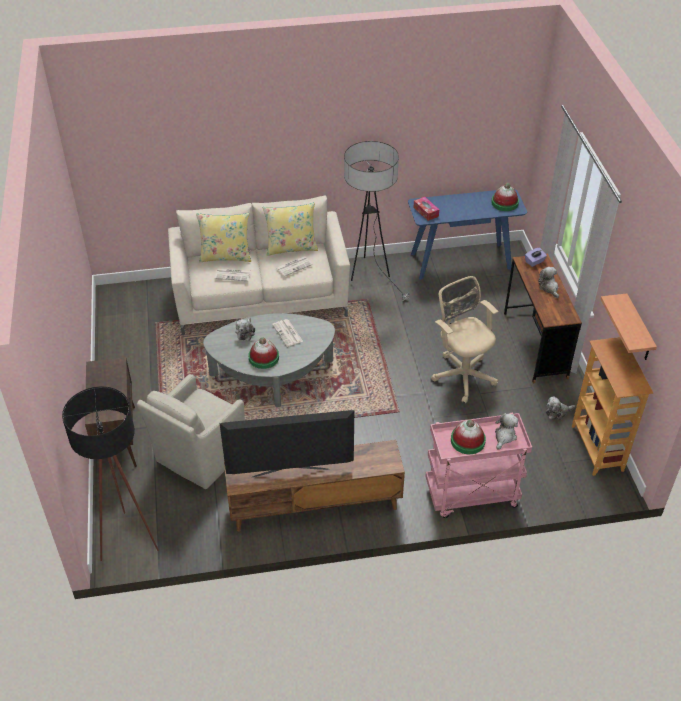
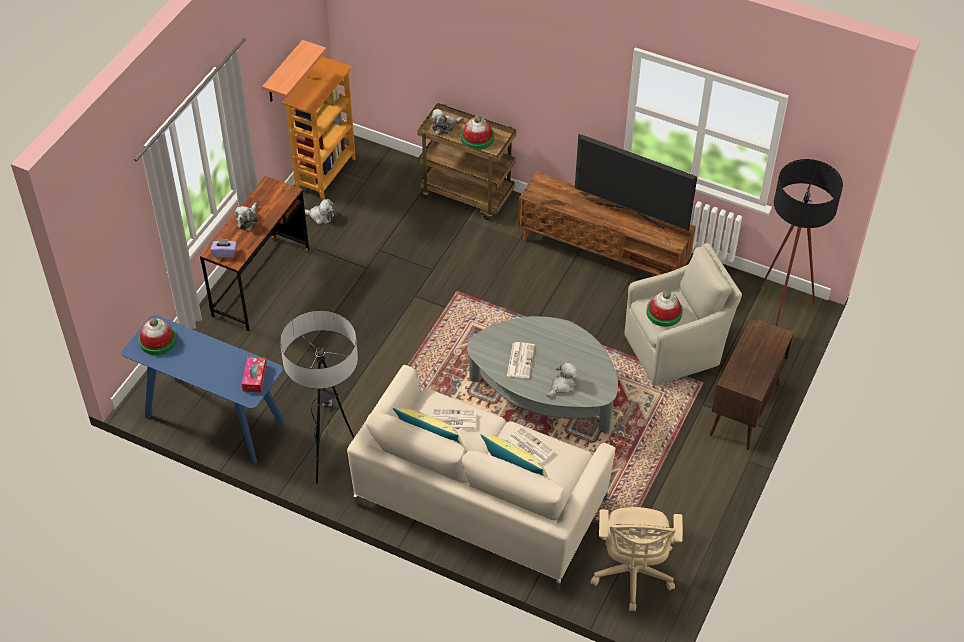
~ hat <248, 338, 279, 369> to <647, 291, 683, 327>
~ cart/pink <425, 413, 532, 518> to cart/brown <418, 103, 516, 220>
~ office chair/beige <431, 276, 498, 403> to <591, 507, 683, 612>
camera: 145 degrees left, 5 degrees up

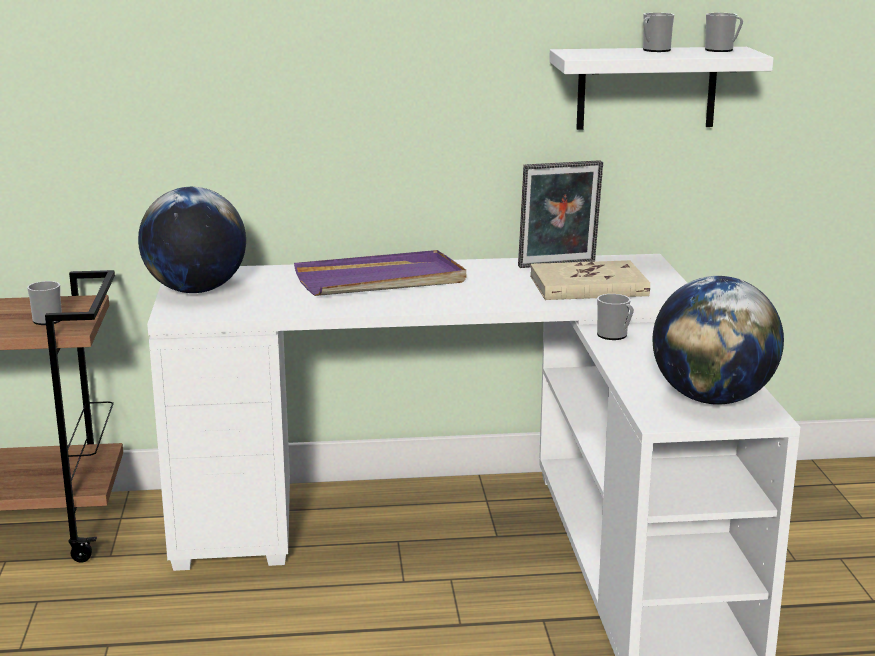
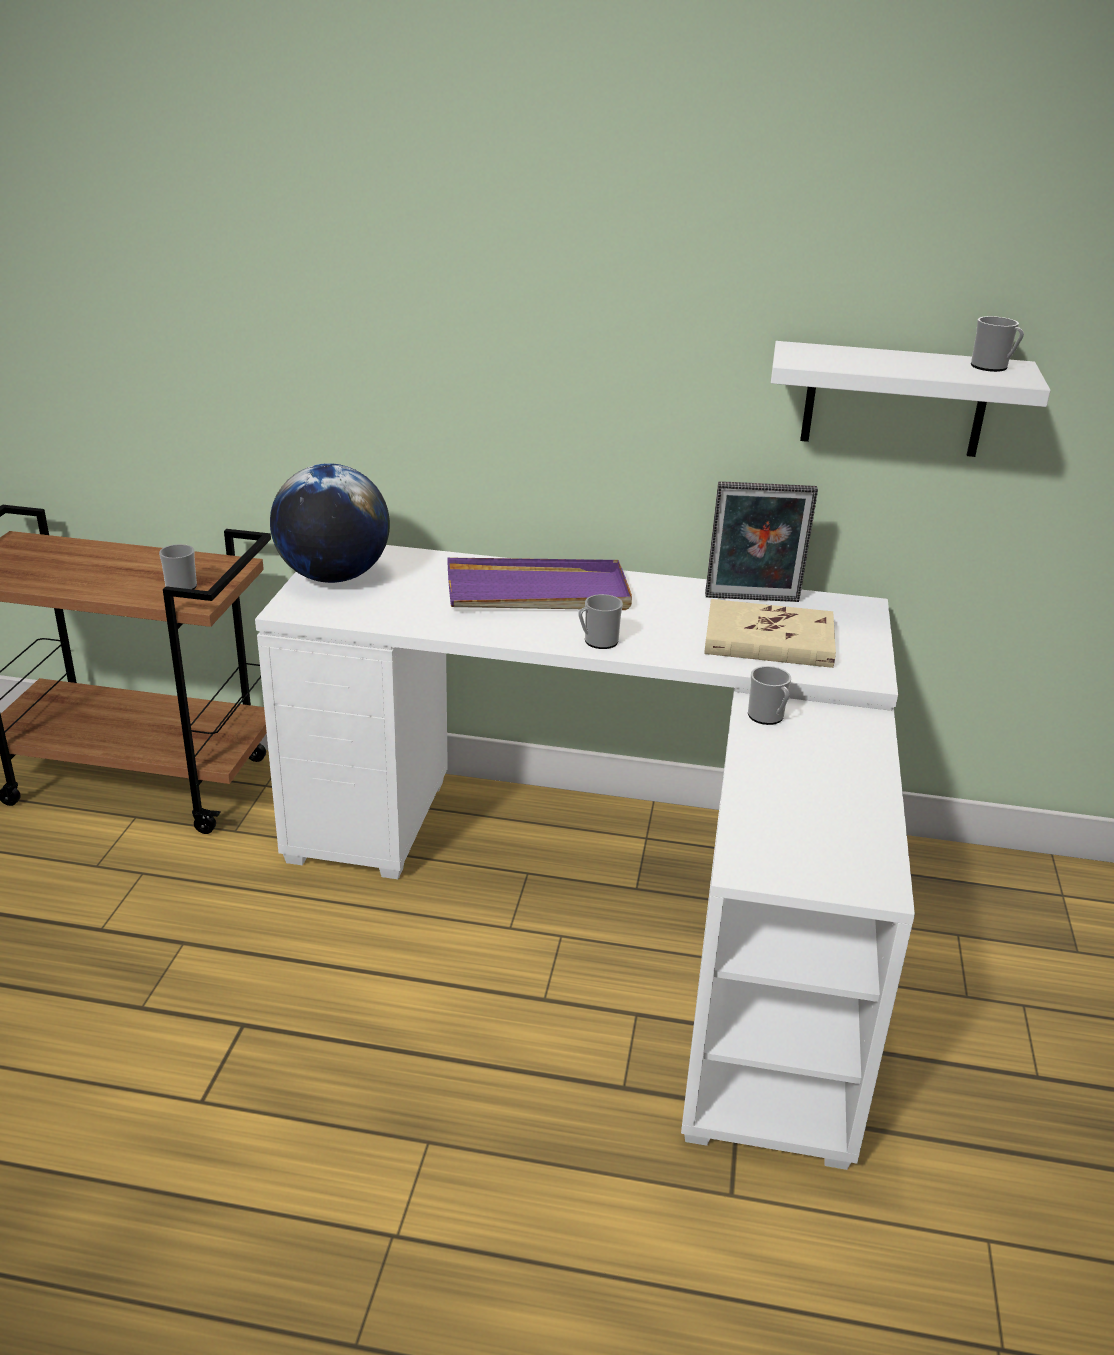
~ mug <643, 13, 674, 52> to <578, 594, 623, 649>
- globe <653, 276, 784, 405>
camera: 15 degrees right, 10 degrees up

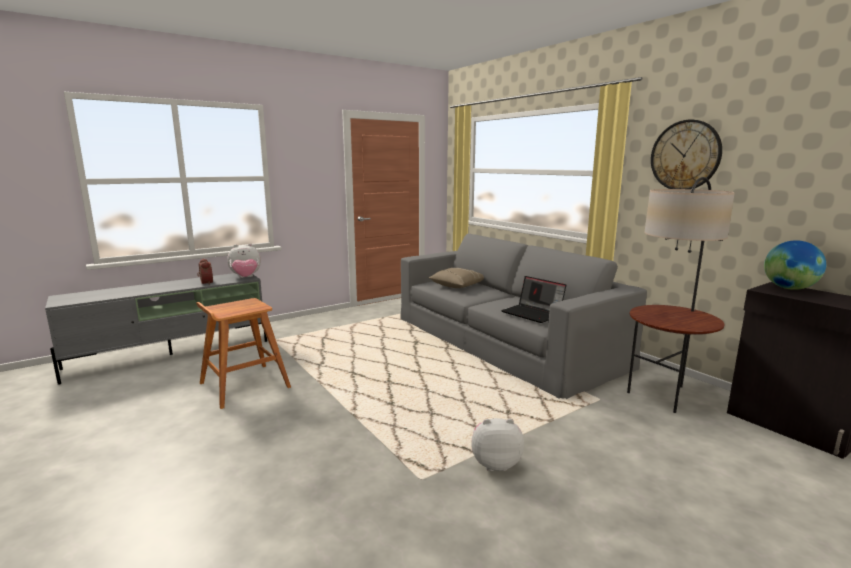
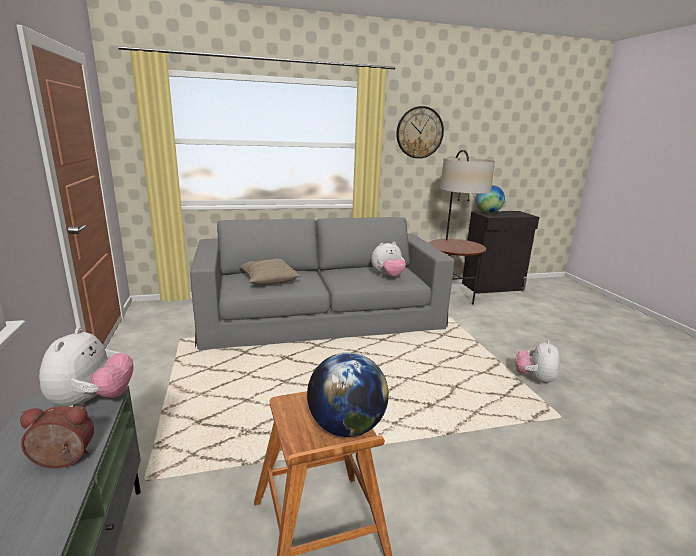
~ laptop <501, 276, 566, 323> to plush toy <371, 242, 406, 277>
+ globe <307, 352, 389, 437>
camera: 70 degrees left, 5 degrees up

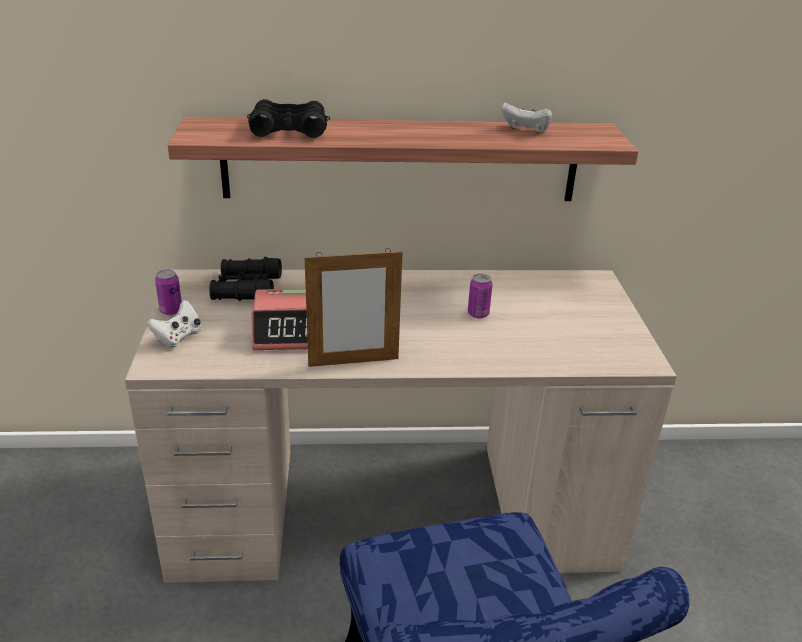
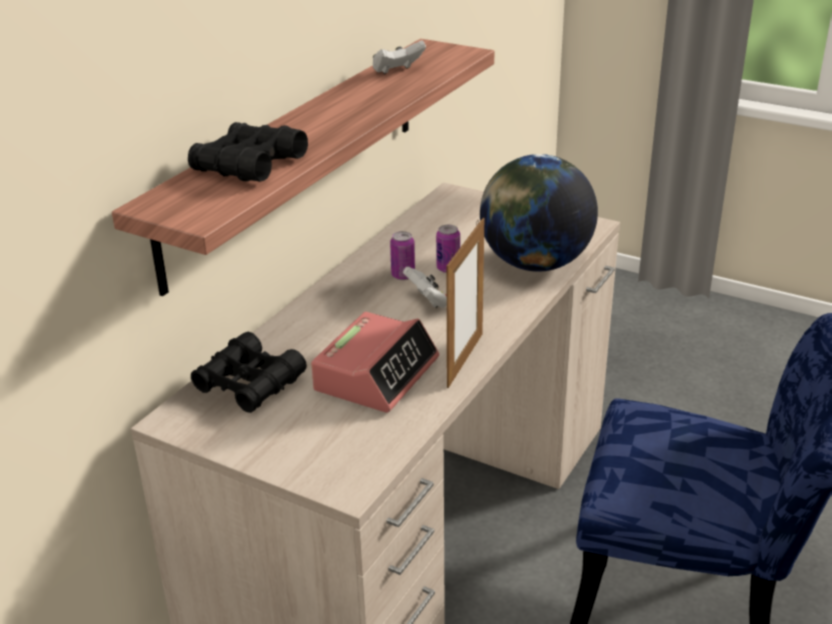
~ game controller/white <147, 300, 201, 347> to <403, 267, 447, 308>
~ can <155, 270, 182, 315> to <390, 231, 415, 280>
+ globe <480, 154, 598, 272>
camera: 55 degrees left, 0 degrees up

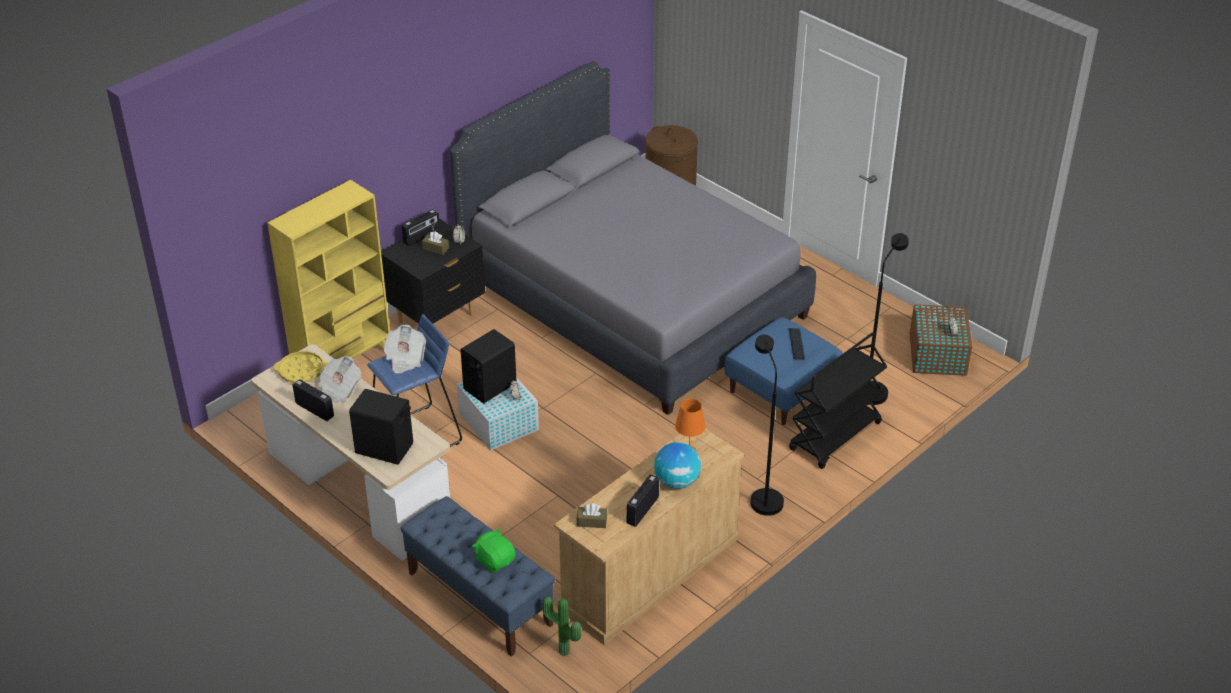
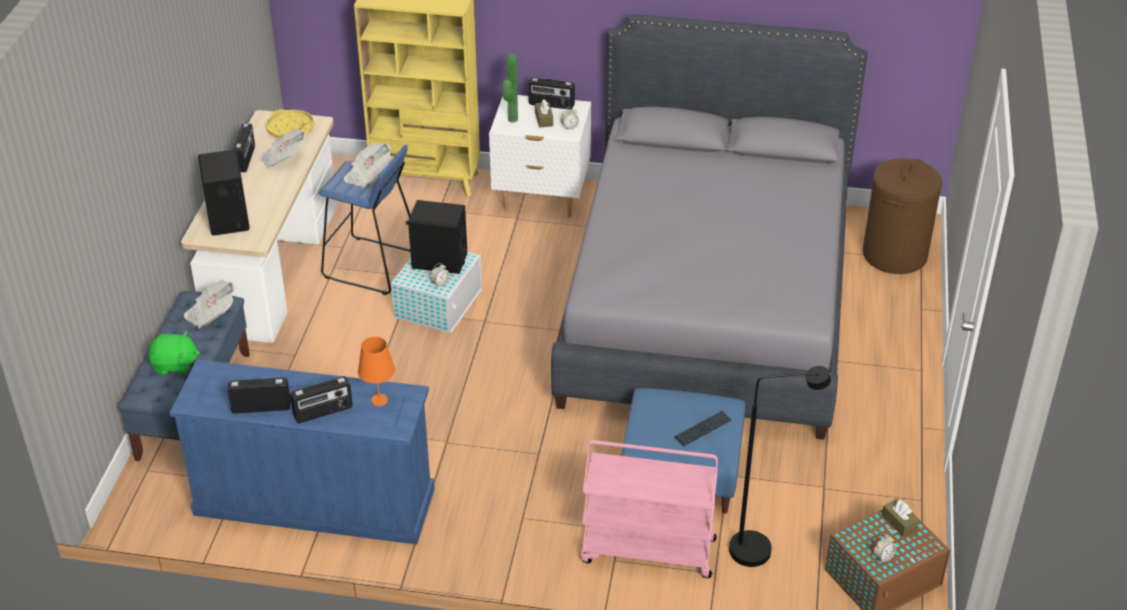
~ nightstand/black <381, 219, 485, 324> to nightstand/white <489, 95, 591, 217>
~ plush toy/green <472, 528, 515, 573> = <149, 331, 200, 375> 75 degrees clockwise
~ potted plant <543, 597, 582, 656> to <502, 54, 518, 123>
~ dresser/beige <554, 428, 745, 645> to dresser/blue <170, 359, 434, 545>
~ tissue box/brown <577, 504, 607, 528> to <882, 499, 919, 537>
~ globe <654, 442, 701, 489> to radio <290, 376, 353, 423>
- floor lamp/black <750, 334, 784, 516>
~ cart/black <789, 333, 887, 469> to cart/pink <580, 440, 718, 578>
+ newspaper <184, 279, 236, 329>
camera: 55 degrees right, 0 degrees up

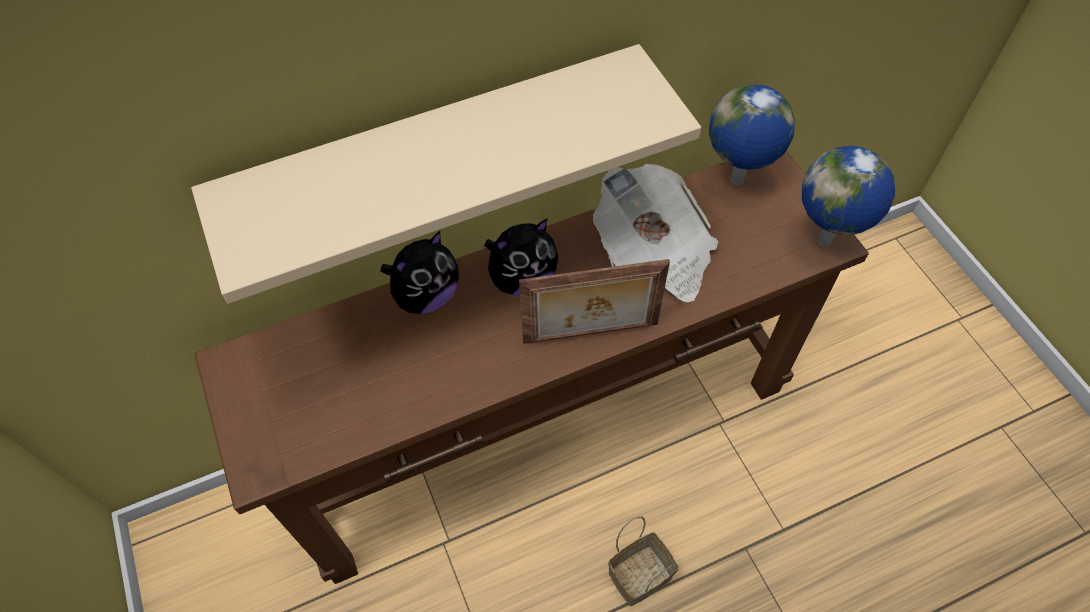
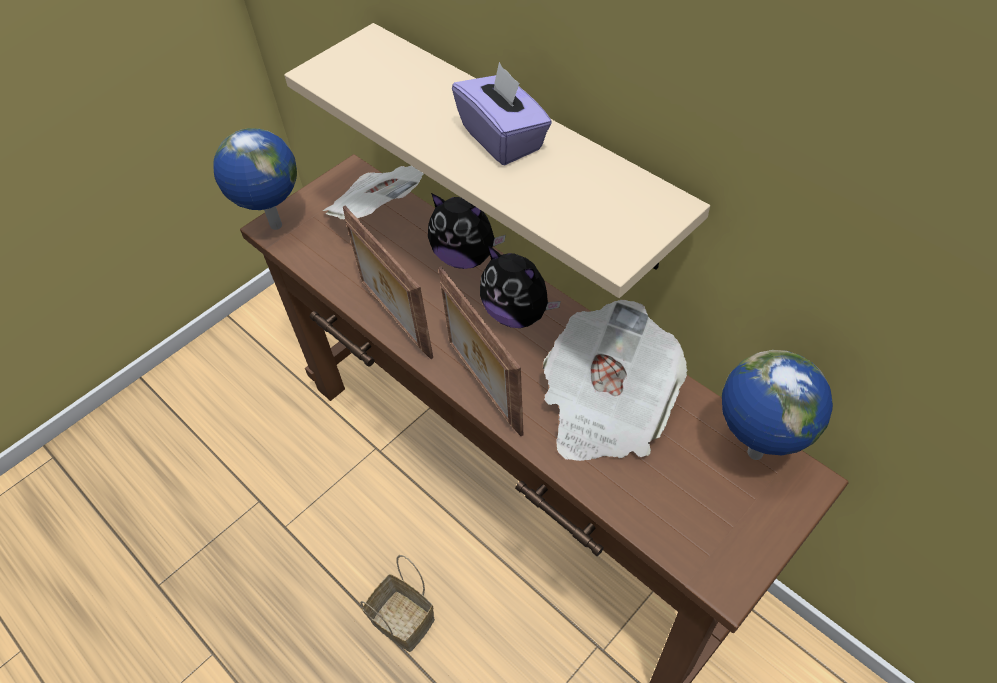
~ globe <802, 146, 895, 247> to <213, 128, 297, 230>
+ newspaper <323, 166, 424, 220>
+ picture frame <343, 206, 433, 359>
+ tissue box/purple <452, 62, 552, 165>
camera: 70 degrees right, 5 degrees down

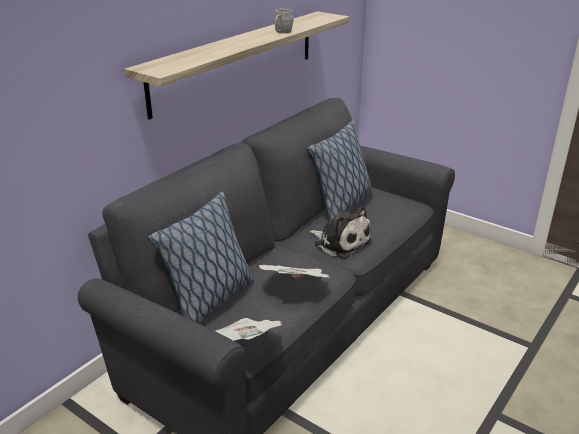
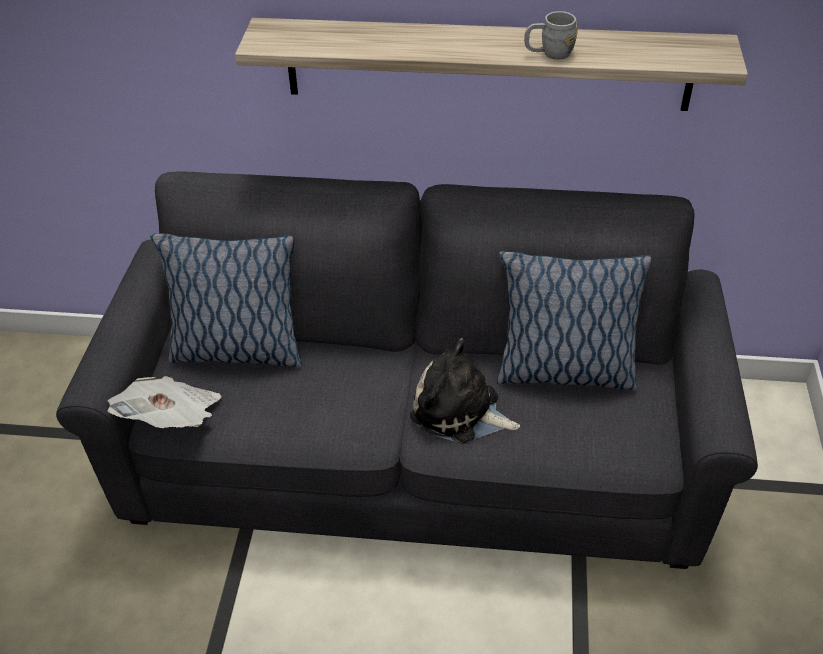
- newspaper <259, 265, 331, 278>
~ plush toy <309, 206, 372, 259> = <410, 337, 520, 443> 105 degrees clockwise
camera: 60 degrees right, 15 degrees up

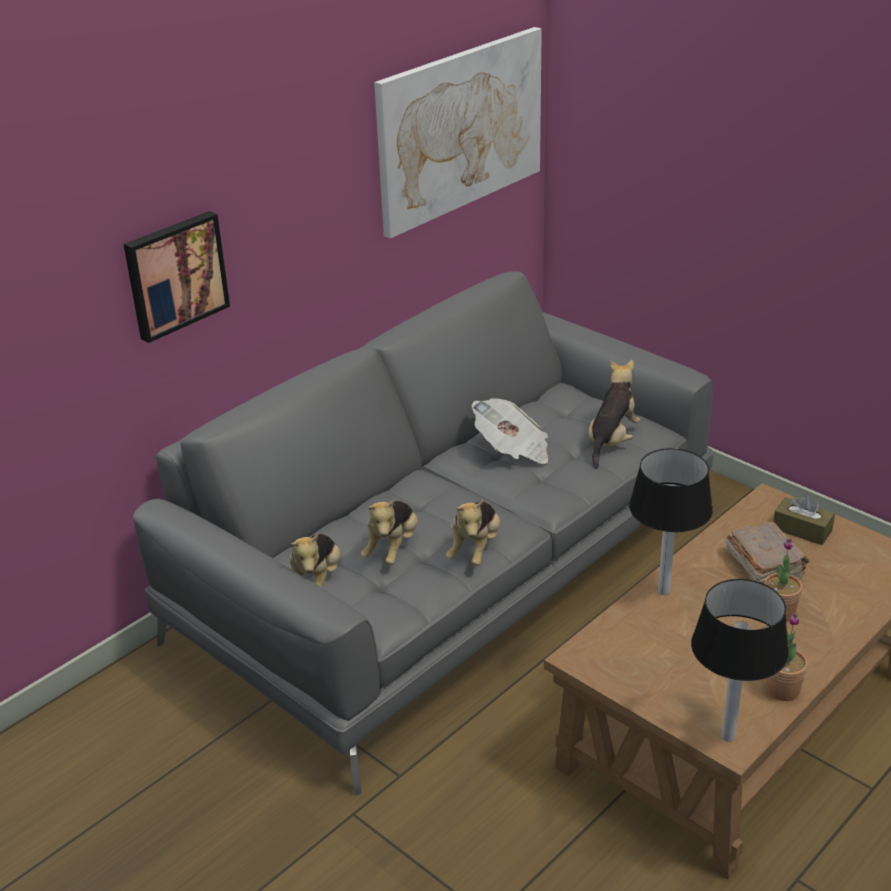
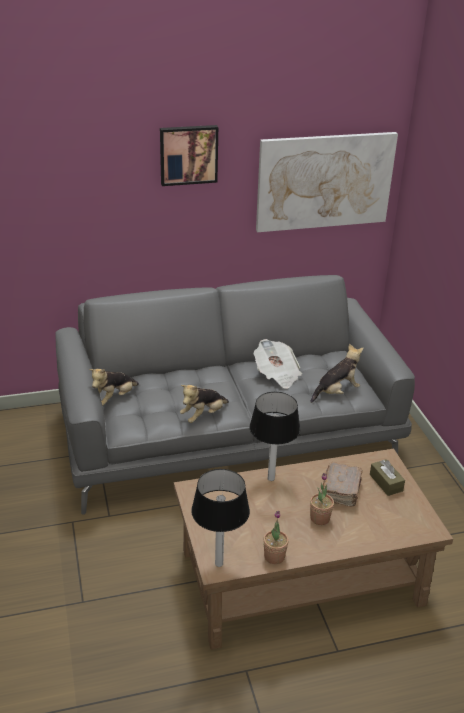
~ picture <123, 211, 230, 343> to <160, 125, 218, 186>
- plush toy <361, 499, 418, 565>
camera: 30 degrees right, 0 degrees up

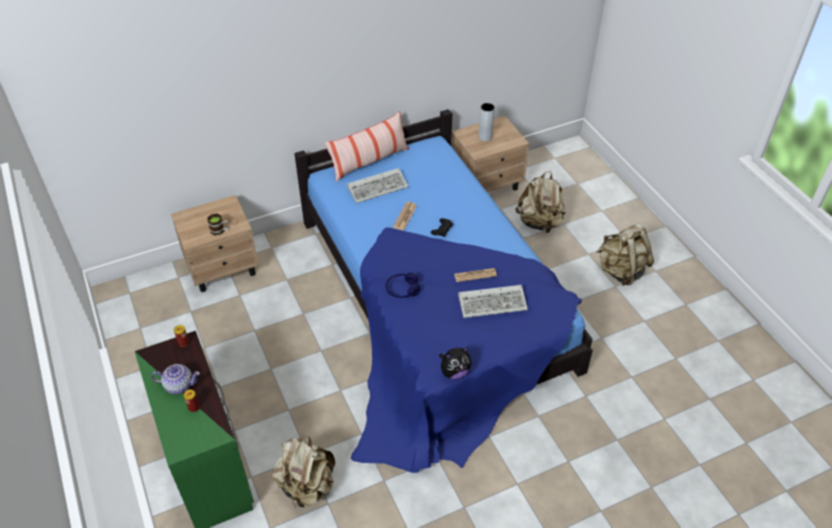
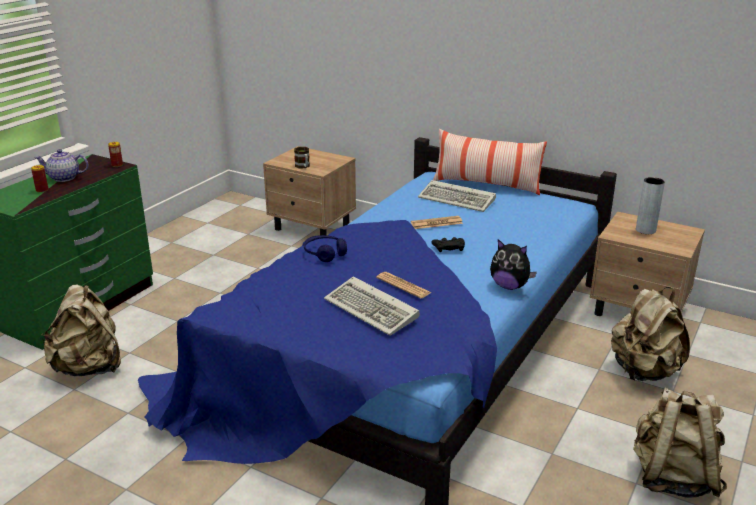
~ teapot <151, 364, 200, 395> = <34, 149, 88, 182> 120 degrees clockwise
~ plush toy <439, 347, 472, 379> to <490, 239, 537, 290>
camera: 55 degrees right, 20 degrees down

